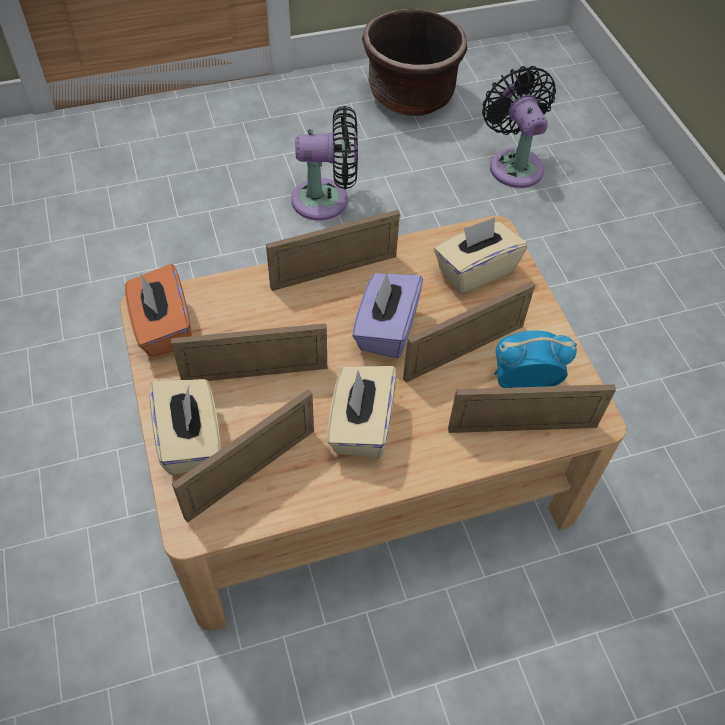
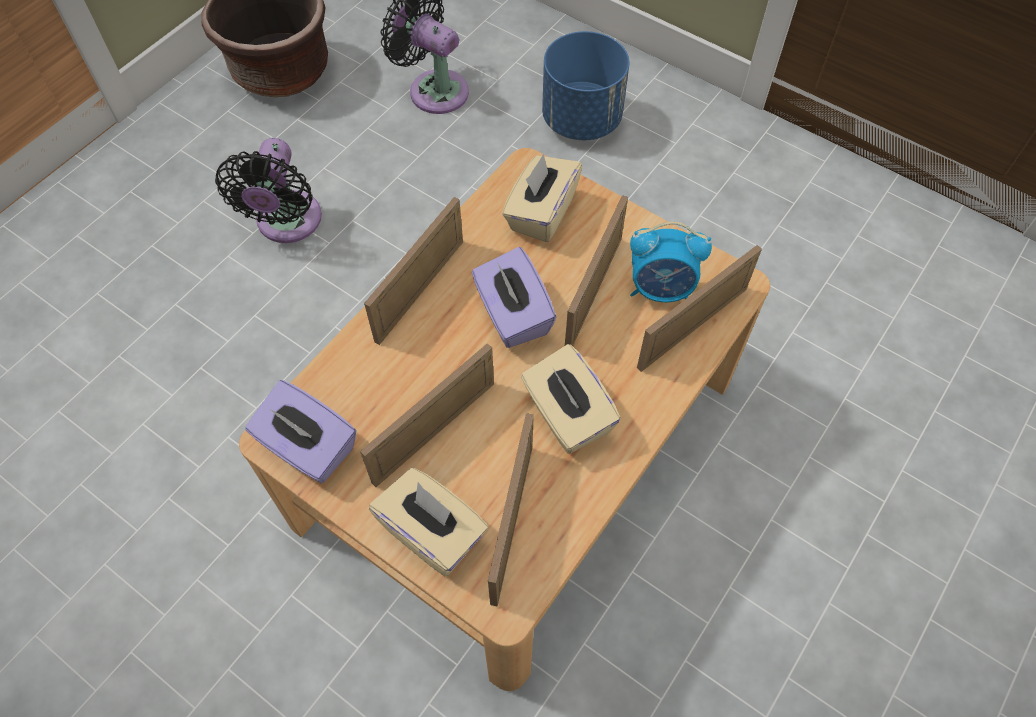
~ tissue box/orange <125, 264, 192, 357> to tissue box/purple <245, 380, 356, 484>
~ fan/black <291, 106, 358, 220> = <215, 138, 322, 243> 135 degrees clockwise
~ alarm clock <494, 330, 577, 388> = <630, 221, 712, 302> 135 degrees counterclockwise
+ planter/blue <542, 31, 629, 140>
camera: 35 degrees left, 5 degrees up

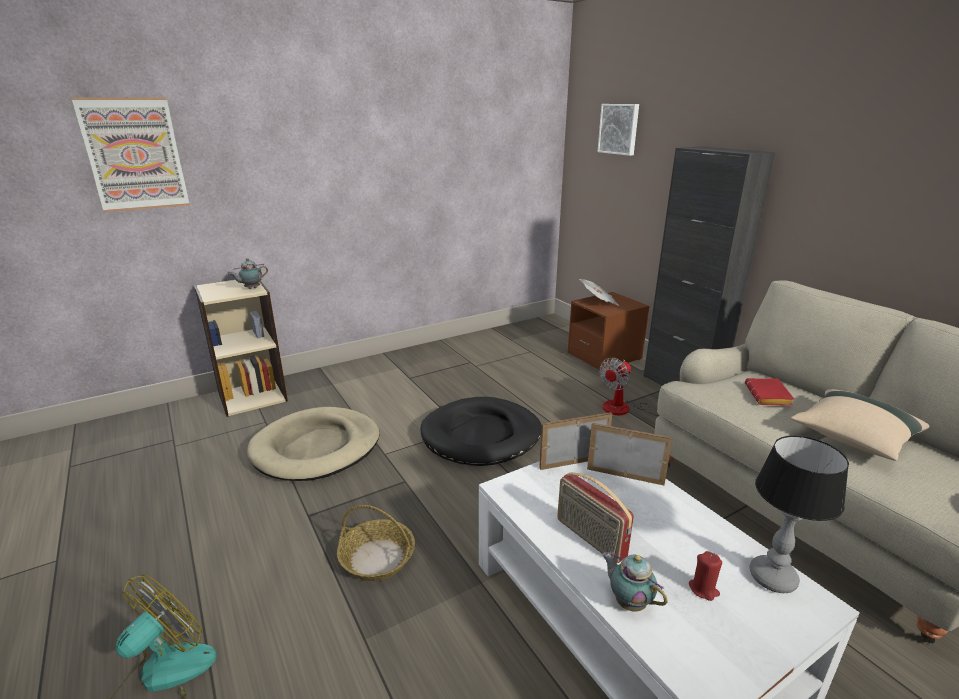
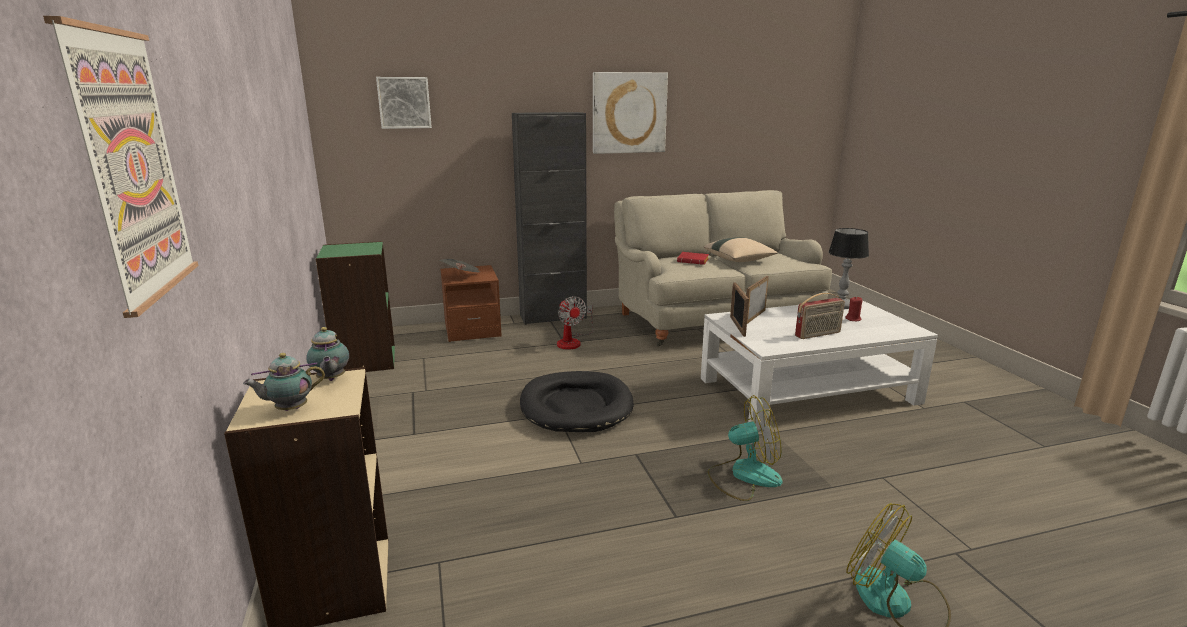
- dog bed/beige <247, 407, 380, 481>
~ basket <337, 505, 415, 581> to fan <707, 395, 783, 501>
~ teapot <602, 551, 668, 612> to <243, 353, 325, 411>
+ bookcase/green <316, 241, 395, 372>
+ picture <593, 72, 668, 154>
camera: 75 degrees left, 5 degrees down

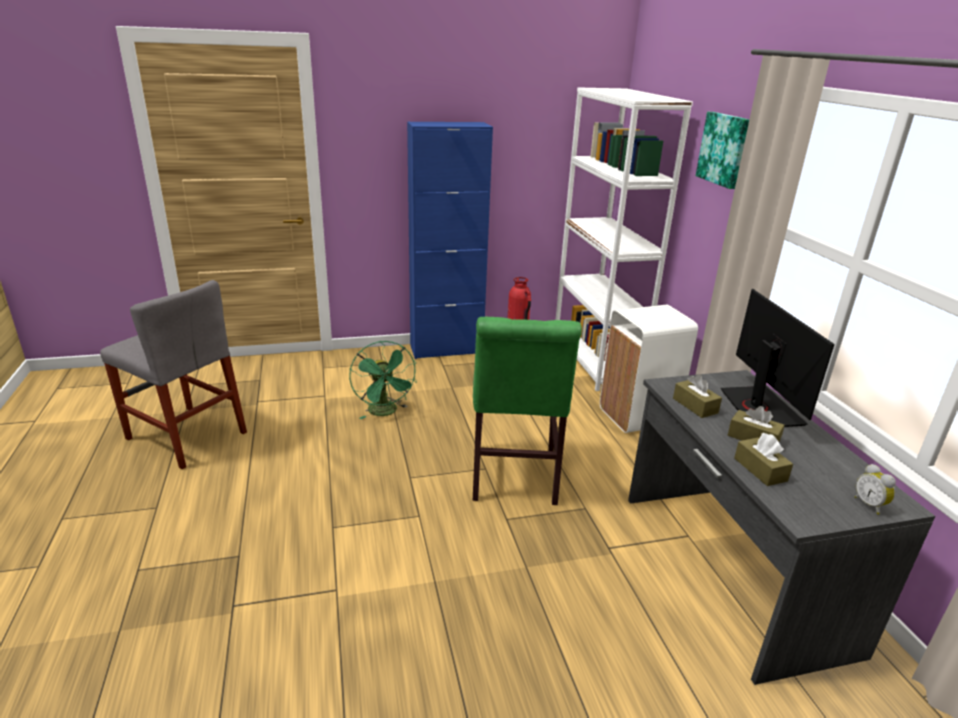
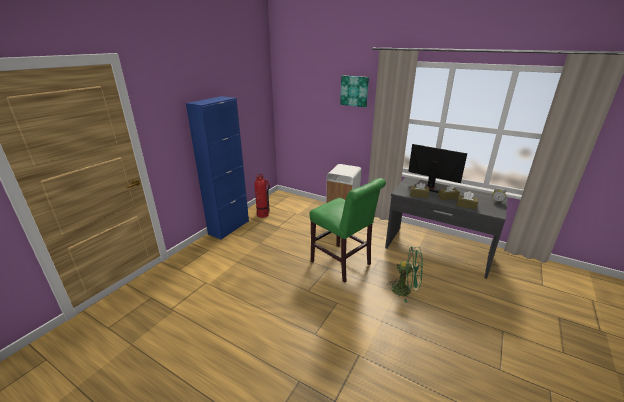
- chair/grey <100, 280, 247, 469>
~ fan/green <349, 341, 417, 419> to <387, 246, 423, 303>
- bookcase/white <556, 87, 693, 391>
camera: 45 degrees left, 0 degrees up

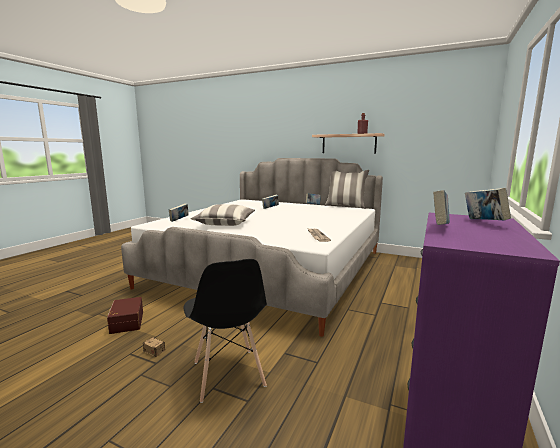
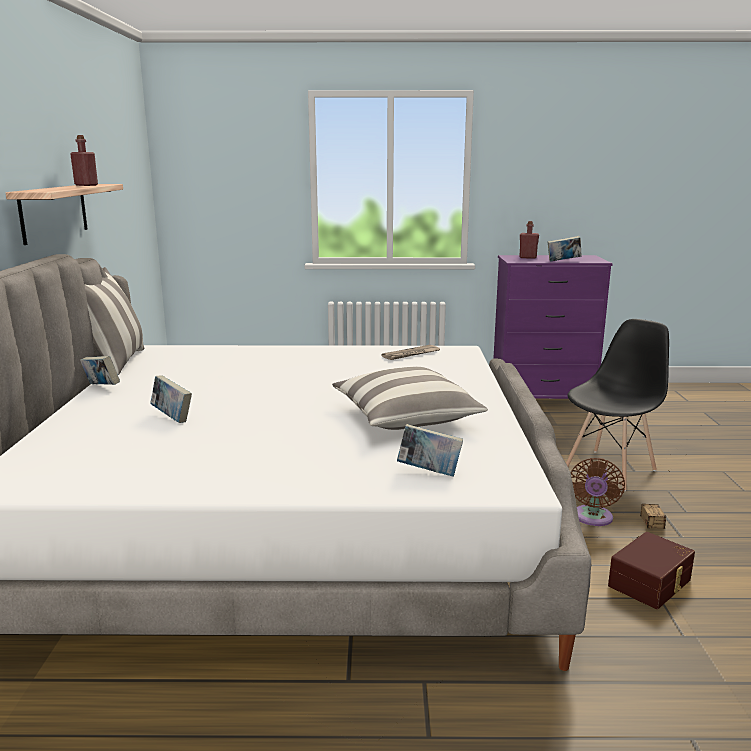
~ book <465, 188, 511, 220> to bottle/red <519, 221, 539, 259>
+ fan/brown <571, 458, 625, 526>
camera: 115 degrees left, 5 degrees up

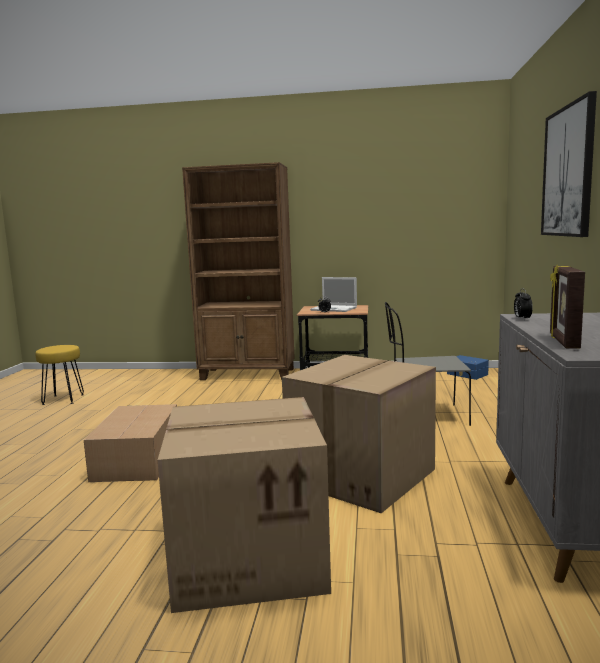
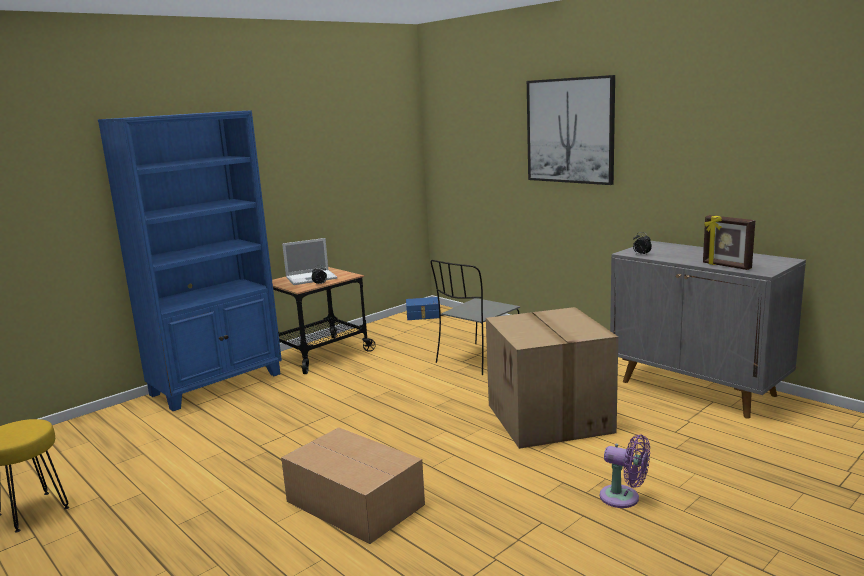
~ cardboard box <158, 397, 331, 613> to fan/purple <600, 434, 650, 508>
~ bookcase/brown <182, 162, 295, 380> to bookcase/blue <98, 110, 282, 411>
camera: 50 degrees left, 5 degrees up

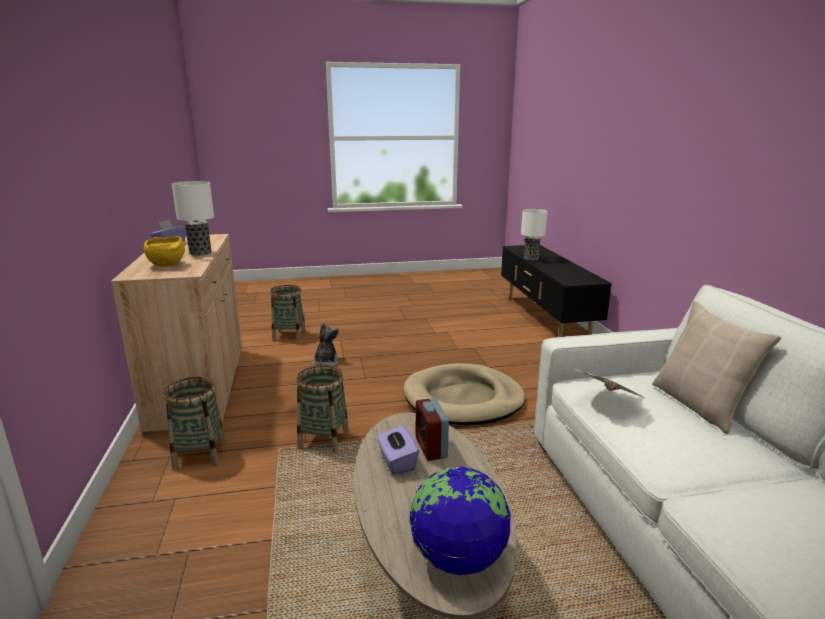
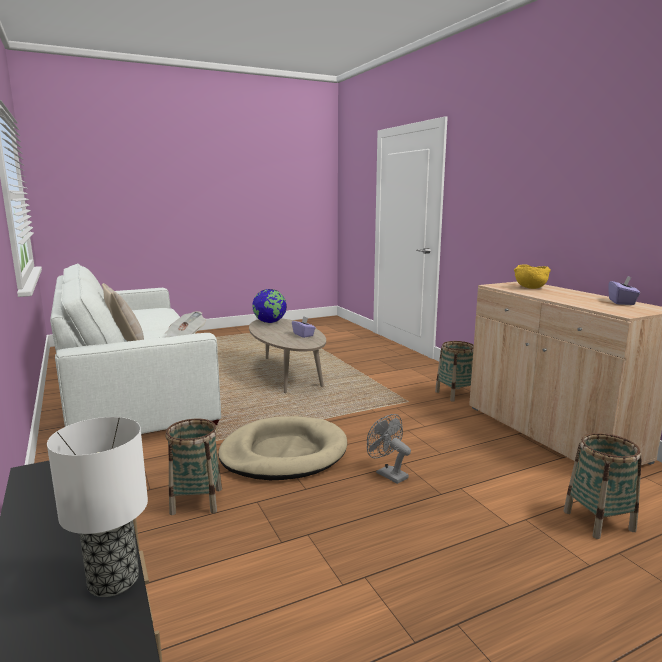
- table lamp <172, 181, 214, 256>
~ basket <296, 365, 349, 453> to <165, 418, 222, 515>
- plush toy <313, 323, 339, 366>
- alarm clock <416, 398, 449, 461>
+ fan/grey <367, 414, 411, 484>
camera: 165 degrees right, 5 degrees down

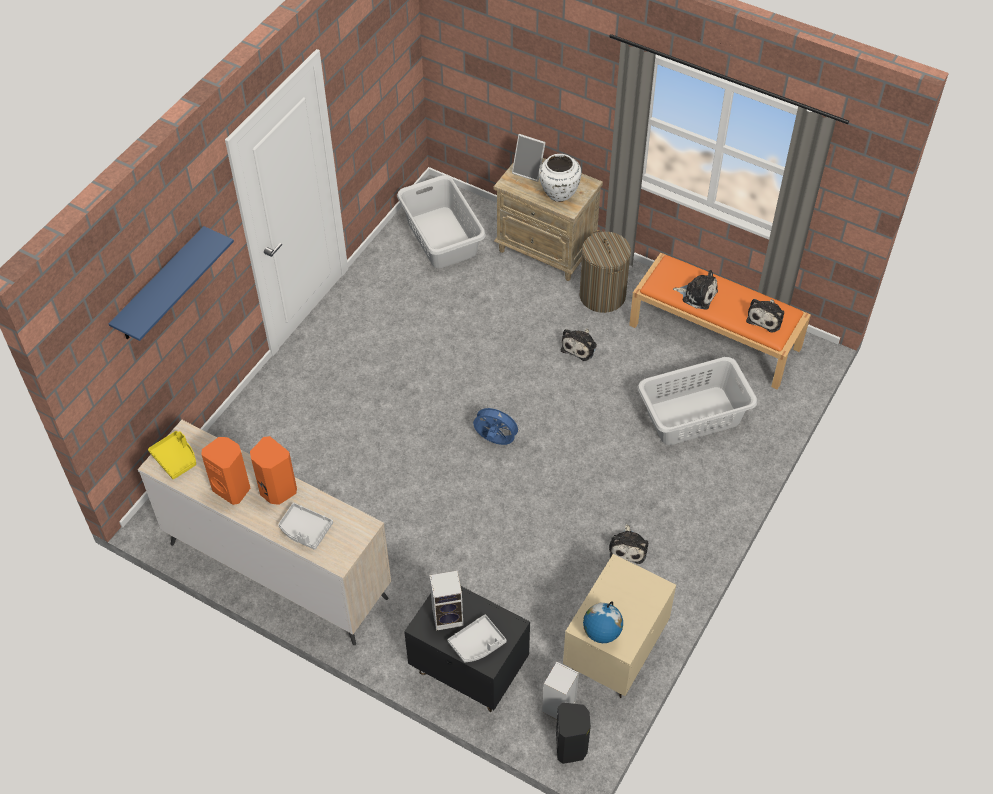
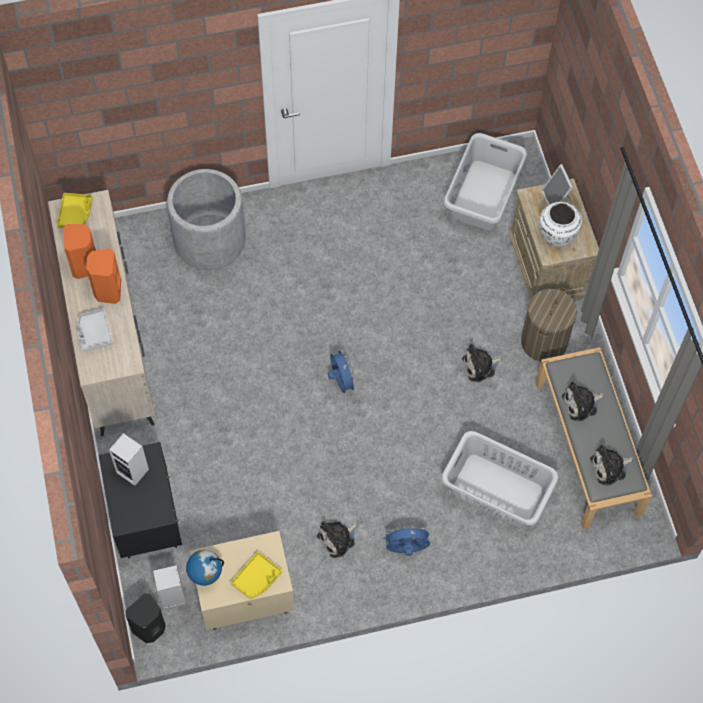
- shelf/blue <109, 226, 234, 341>
- tray/grey <448, 615, 507, 662>
~ bench/orange <629, 253, 811, 390> to bench/grey <535, 347, 652, 529>
~ plush toy <673, 270, 718, 310> = <562, 381, 604, 421> 90 degrees clockwise
+ planter/grey <167, 169, 246, 270>
+ tray/yellow <231, 552, 282, 599>
+ fan/blue <382, 525, 432, 556>
camera: 45 degrees right, 10 degrees up

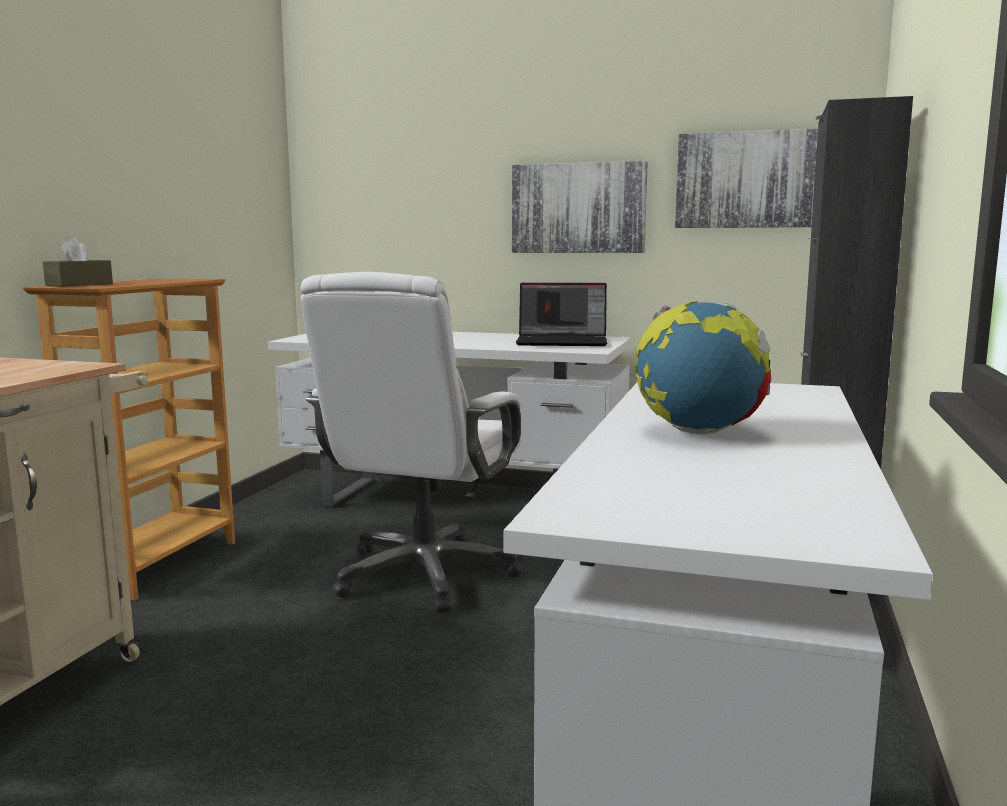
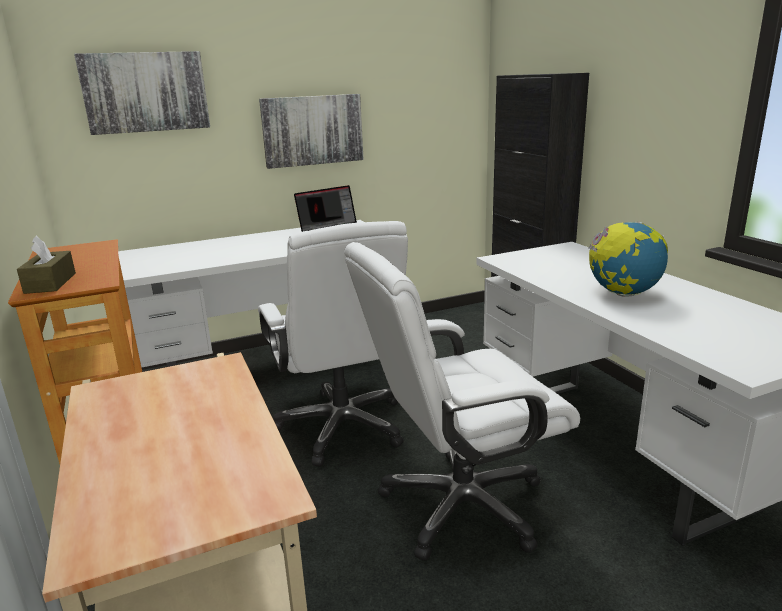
~ picture <675, 129, 818, 228> to <74, 51, 210, 135>
+ office chair/white <344, 242, 580, 561>
camera: 40 degrees left, 10 degrees up

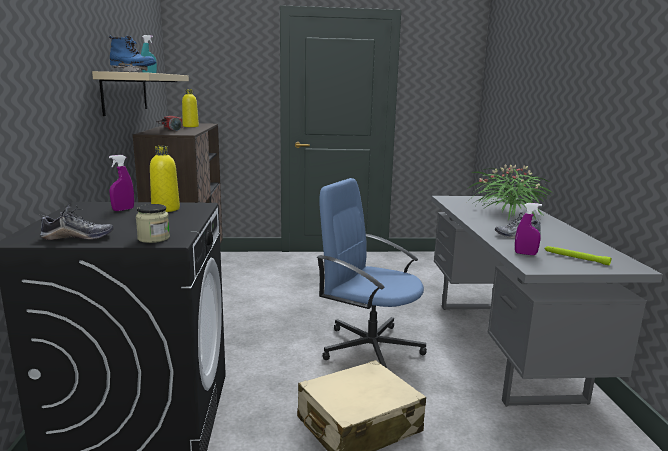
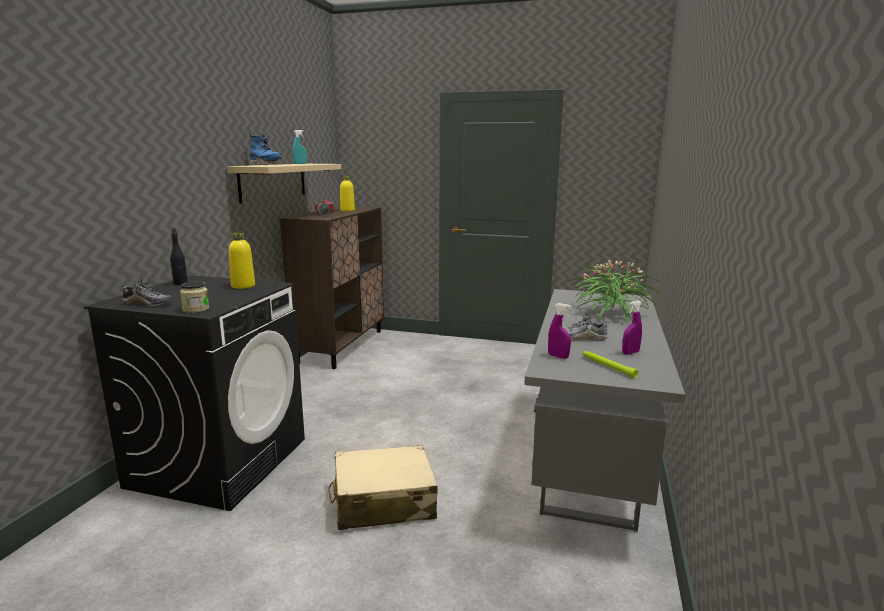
~ spray bottle/purple <109, 155, 134, 211> to <622, 300, 642, 355>
- office chair/blue <316, 178, 427, 367>
+ bottle/black <170, 228, 188, 285>
camera: 20 degrees right, 0 degrees up

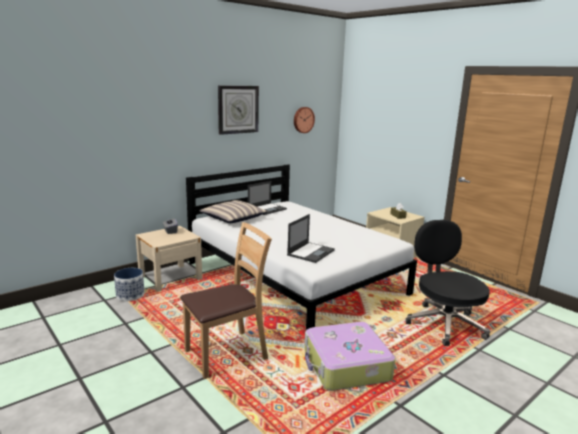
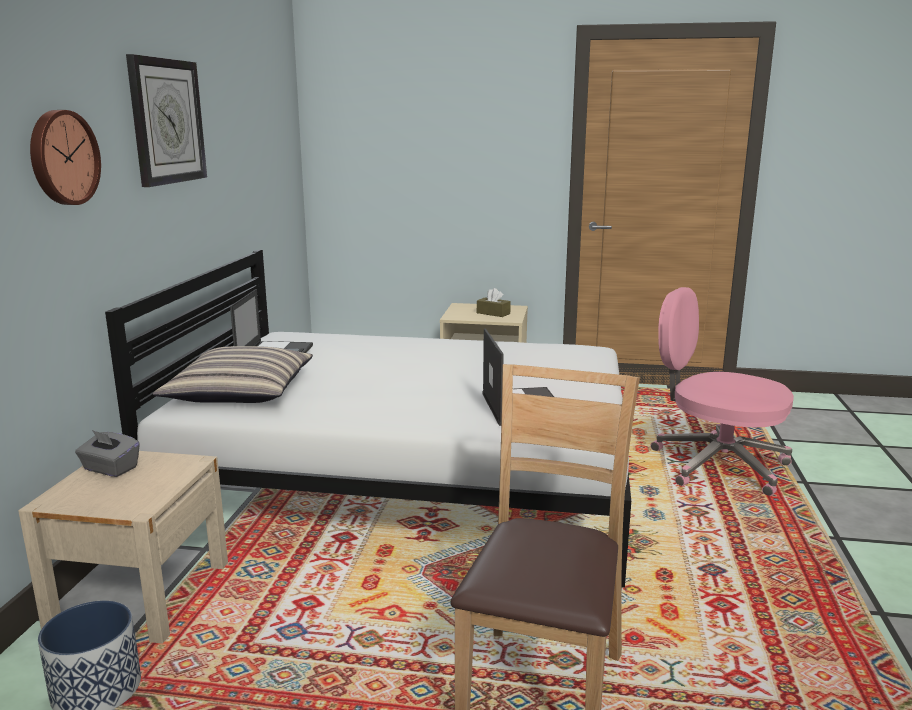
~ wall clock <294, 107, 315, 133> to <30, 110, 101, 205>
- suitcase <305, 322, 396, 391>
~ office chair/black <406, 220, 490, 346> to office chair/pink <650, 287, 794, 496>
camera: 40 degrees left, 0 degrees up

